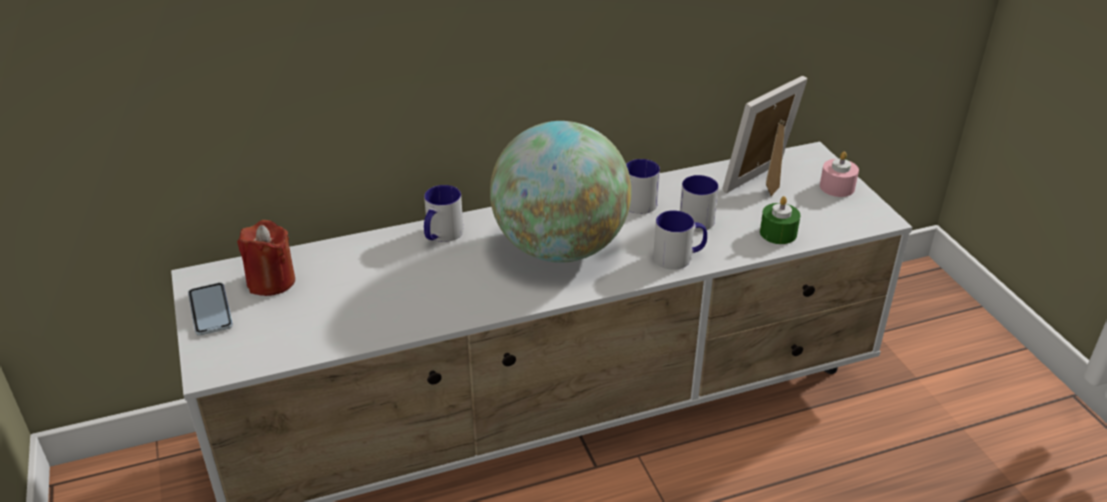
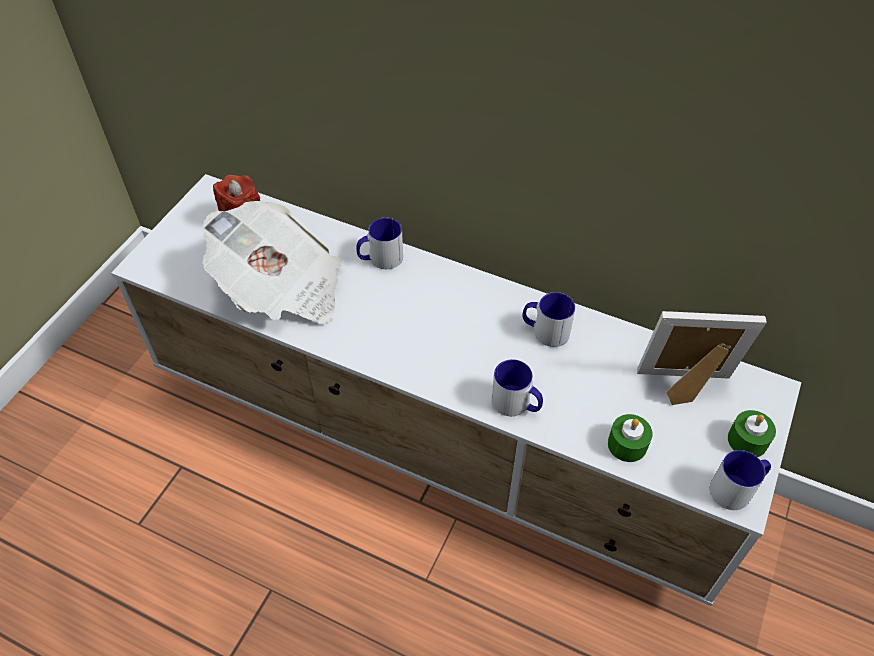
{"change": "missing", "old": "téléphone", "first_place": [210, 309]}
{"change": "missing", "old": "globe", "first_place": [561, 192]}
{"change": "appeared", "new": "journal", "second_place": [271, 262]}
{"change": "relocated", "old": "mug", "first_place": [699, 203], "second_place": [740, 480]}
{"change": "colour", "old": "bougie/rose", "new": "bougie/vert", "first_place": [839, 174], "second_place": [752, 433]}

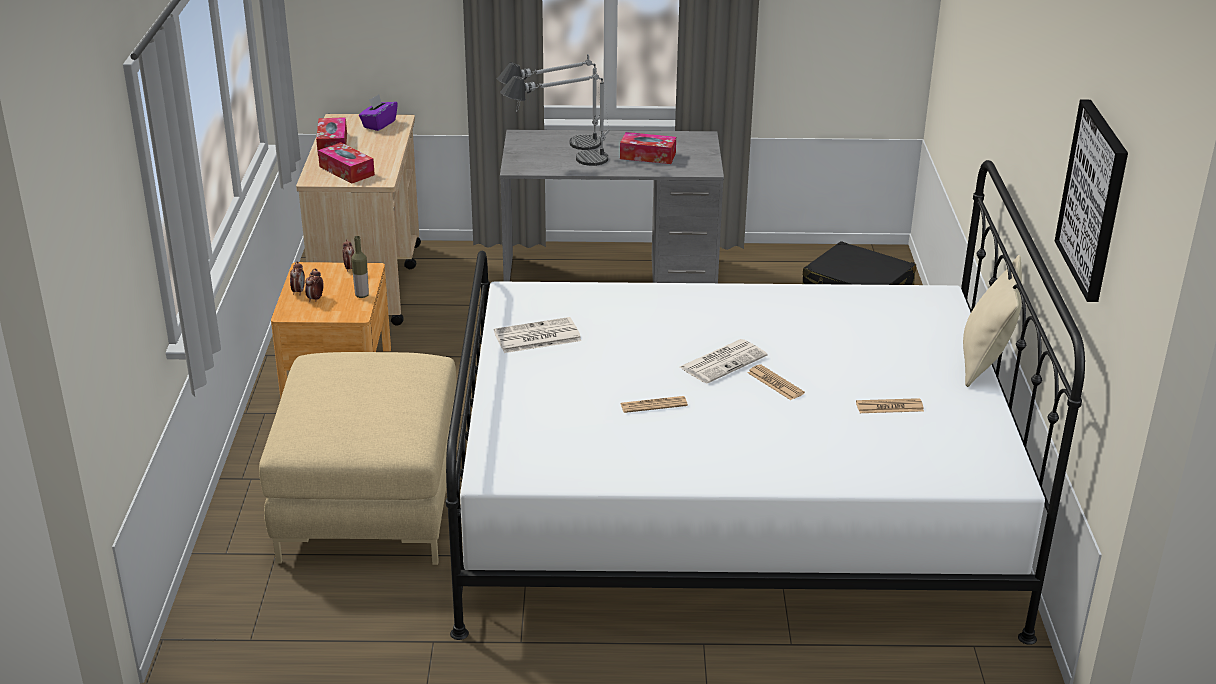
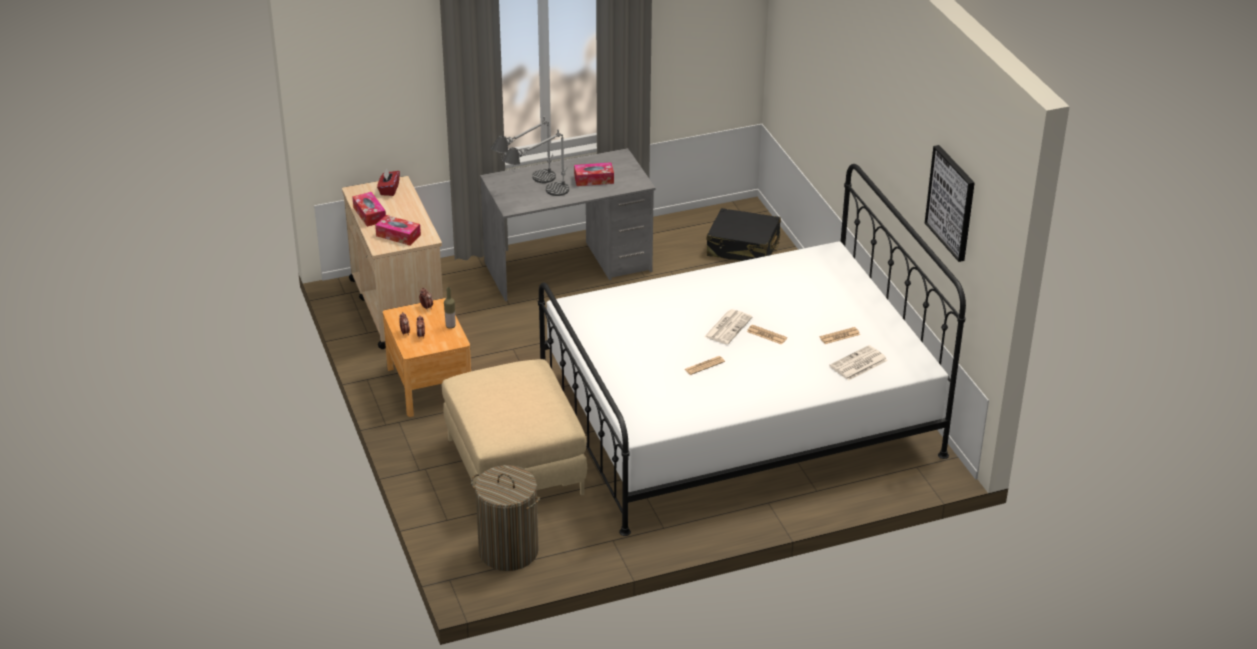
{"change": "missing", "old": "coussin/beige", "first_place": [992, 321]}
{"change": "appeared", "new": "panier à linge", "second_place": [505, 518]}
{"change": "relocated", "old": "journal", "first_place": [537, 335], "second_place": [858, 362]}
{"change": "colour", "old": "boîte à mouchoirs/violet", "new": "boîte à mouchoirs/rouge", "first_place": [378, 113], "second_place": [388, 182]}

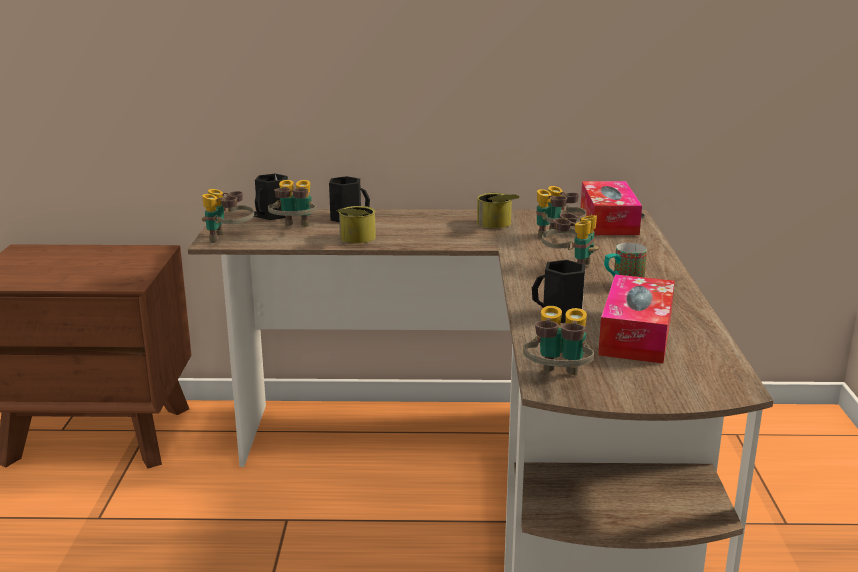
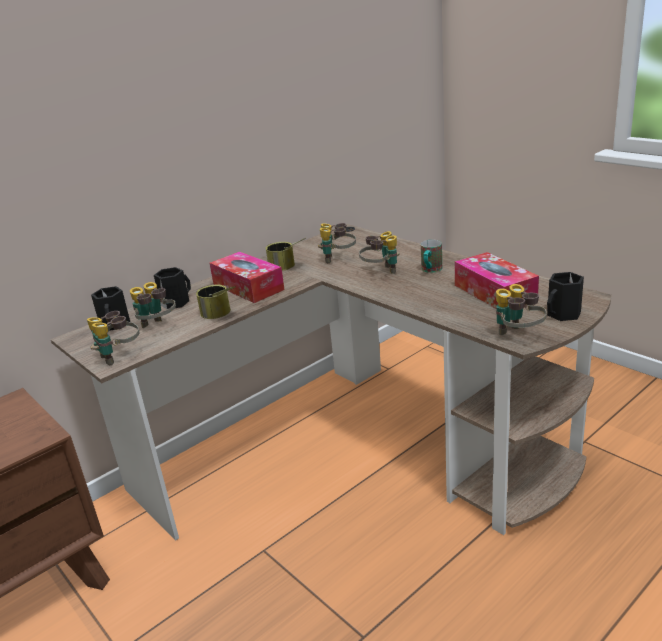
{"change": "relocated", "old": "mug/noir", "first_place": [559, 291], "second_place": [565, 296]}
{"change": "relocated", "old": "boîte à mouchoirs", "first_place": [611, 208], "second_place": [247, 277]}

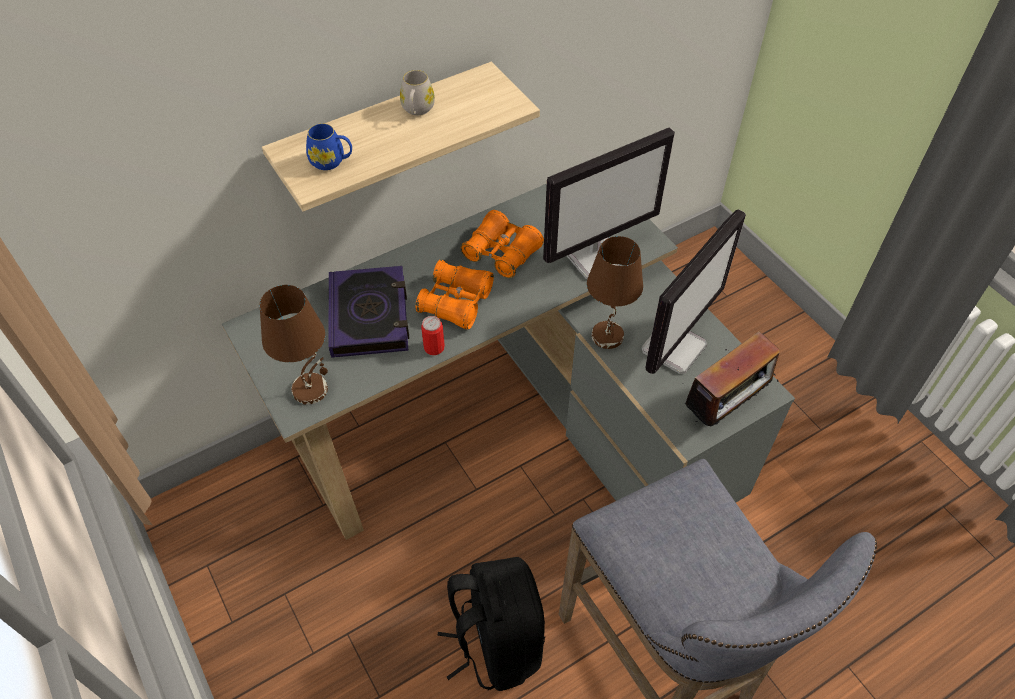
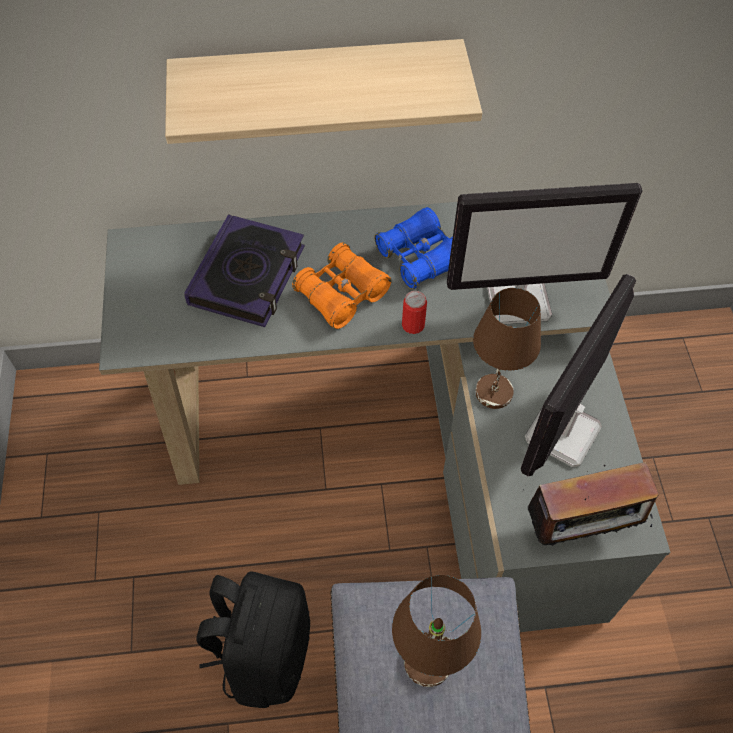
{"change": "missing", "old": "mug/bleu", "first_place": [329, 146]}
{"change": "missing", "old": "mug/blanc", "first_place": [417, 92]}
{"change": "relocated", "old": "lampe de table/marron", "first_place": [294, 345], "second_place": [436, 631]}
{"change": "relocated", "old": "boîte métallique", "first_place": [433, 335], "second_place": [414, 312]}
{"change": "colour", "old": "jumelles/orange", "new": "jumelles/bleu", "first_place": [502, 244], "second_place": [413, 248]}
{"change": "spun", "old": "écran d'ordinateur", "first_place": [694, 291], "second_place": [578, 375], "degrees": 150}

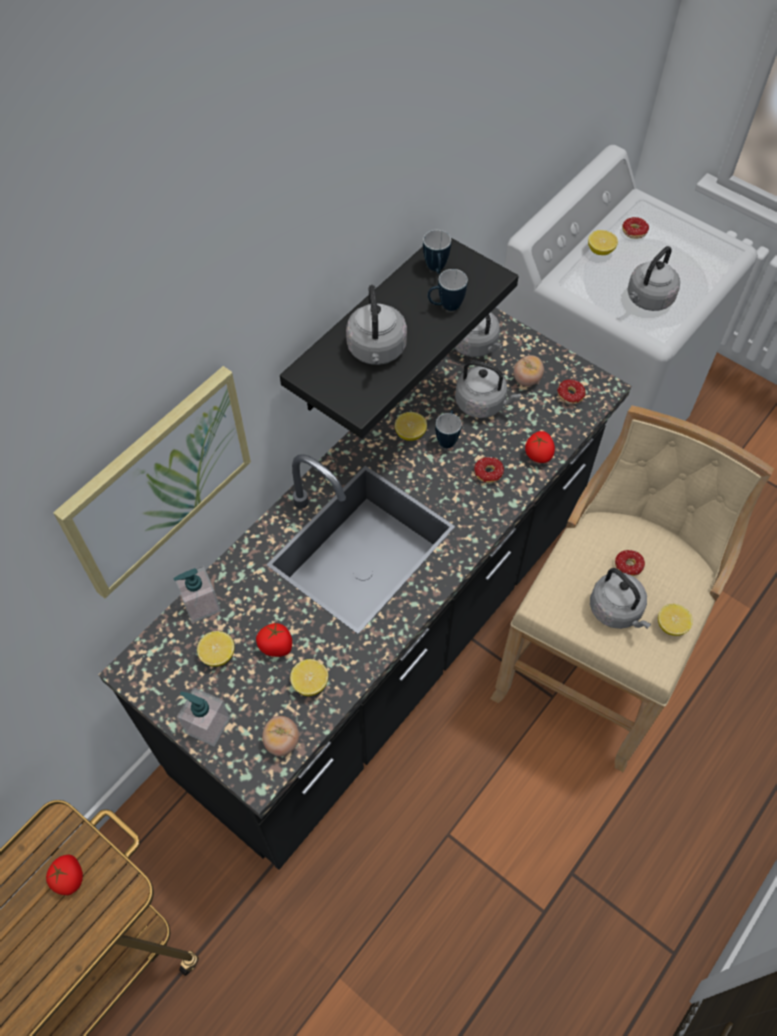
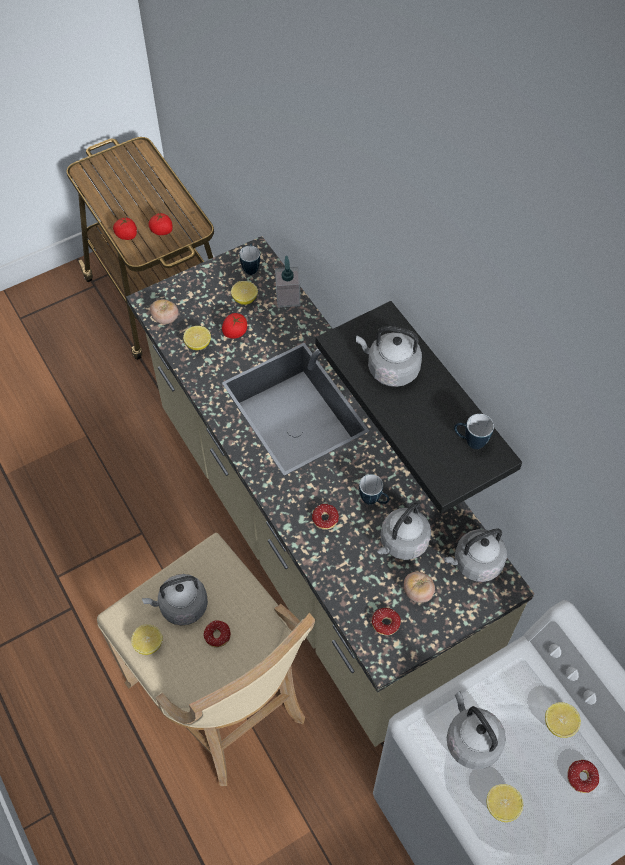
{"change": "missing", "old": "tableau", "first_place": [152, 482]}
{"change": "missing", "old": "distributeur de savon", "first_place": [203, 717]}
{"change": "relocated", "old": "citron", "first_place": [411, 426], "second_place": [505, 803]}
{"change": "relocated", "old": "mug", "first_place": [448, 290], "second_place": [249, 259]}
{"change": "relocated", "old": "tomate", "first_place": [540, 447], "second_place": [125, 228]}
{"change": "colour", "old": "comptoir de cuisine/noir", "new": "comptoir de cuisine/beige", "first_place": [365, 589], "second_place": [330, 491]}

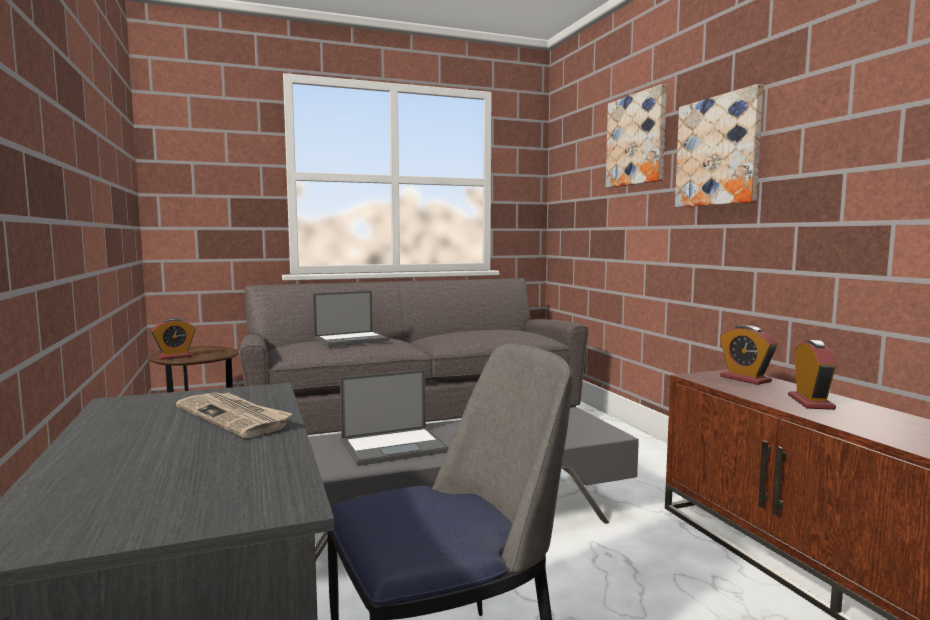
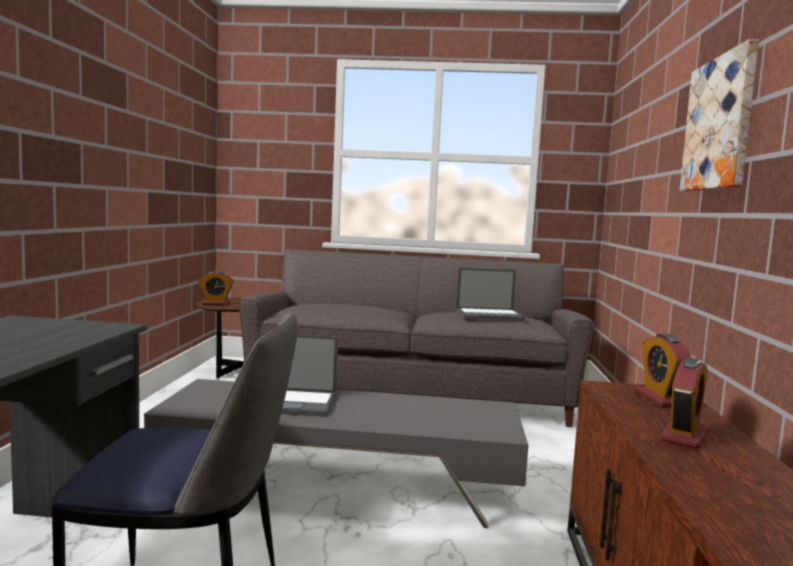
{"change": "missing", "old": "journal", "first_place": [234, 415]}
{"change": "missing", "old": "tableau", "first_place": [636, 136]}
{"change": "relocated", "old": "ordinateur portable", "first_place": [351, 319], "second_place": [490, 294]}

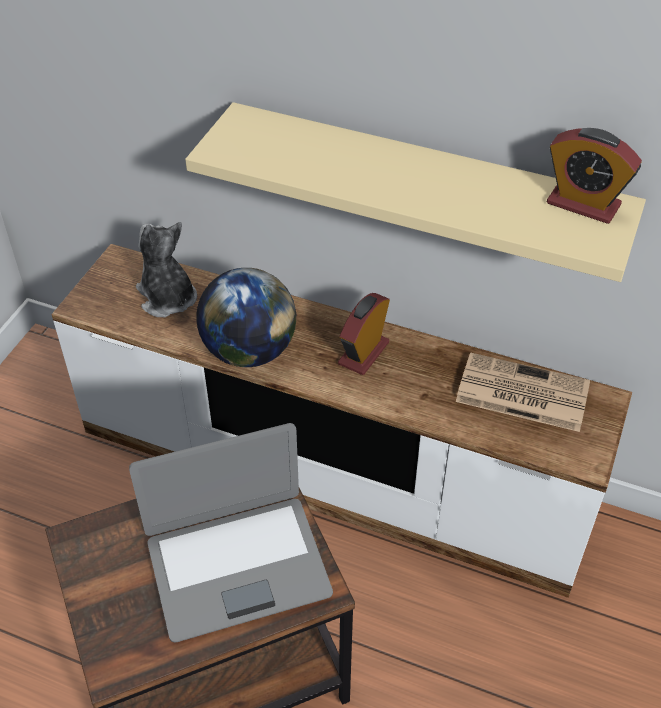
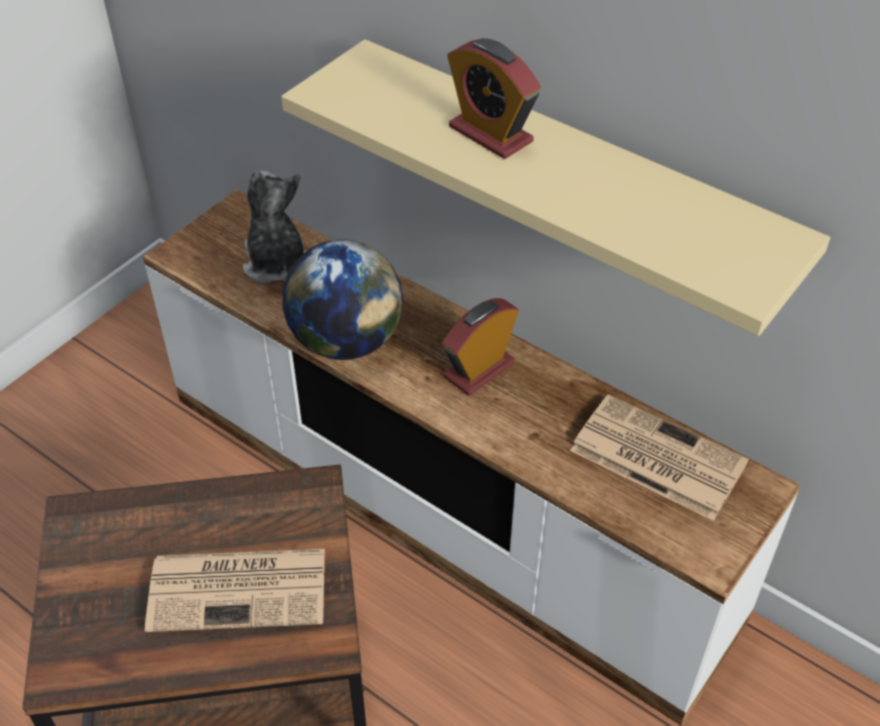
{"change": "relocated", "old": "réveil", "first_place": [594, 176], "second_place": [494, 98]}
{"change": "exchanged", "old": "ordinateur portable", "new": "journal", "first_place": [231, 532], "second_place": [235, 590]}

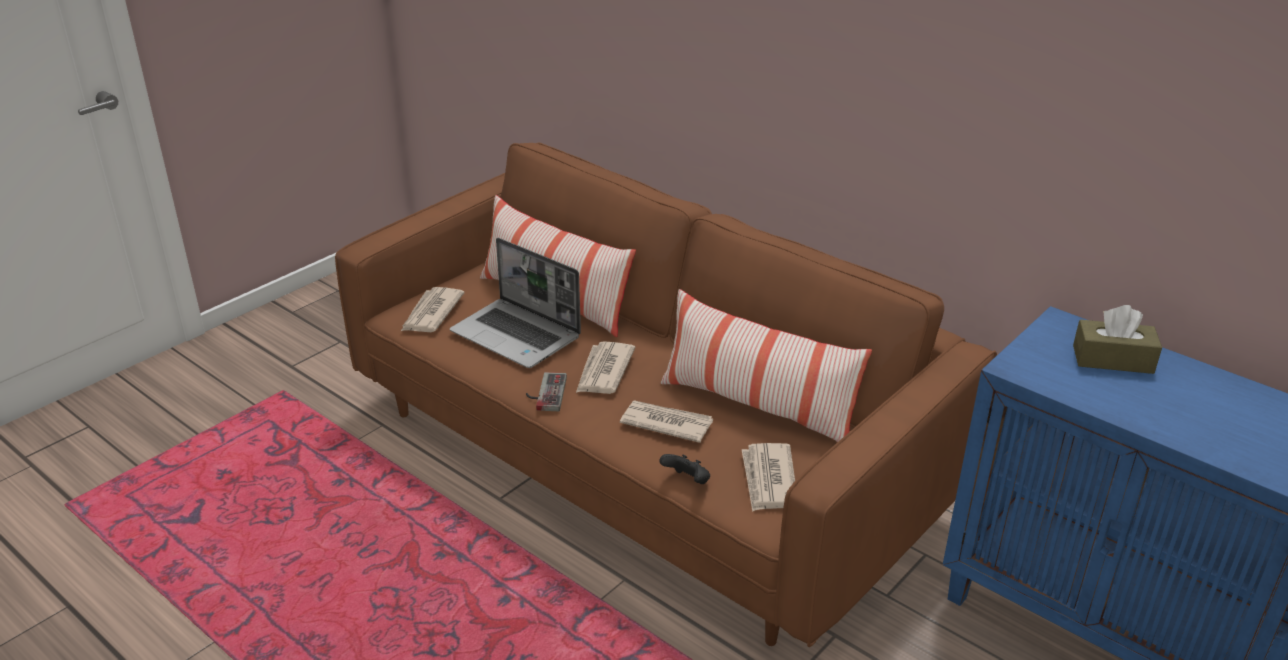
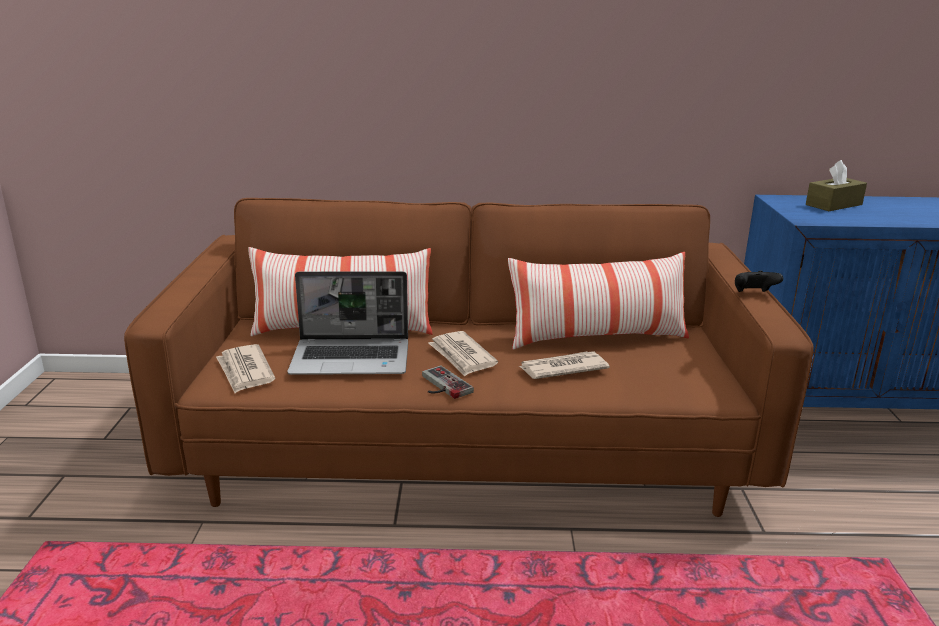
{"change": "missing", "old": "journal", "first_place": [768, 477]}
{"change": "relocated", "old": "manette/noir", "first_place": [685, 469], "second_place": [759, 281]}

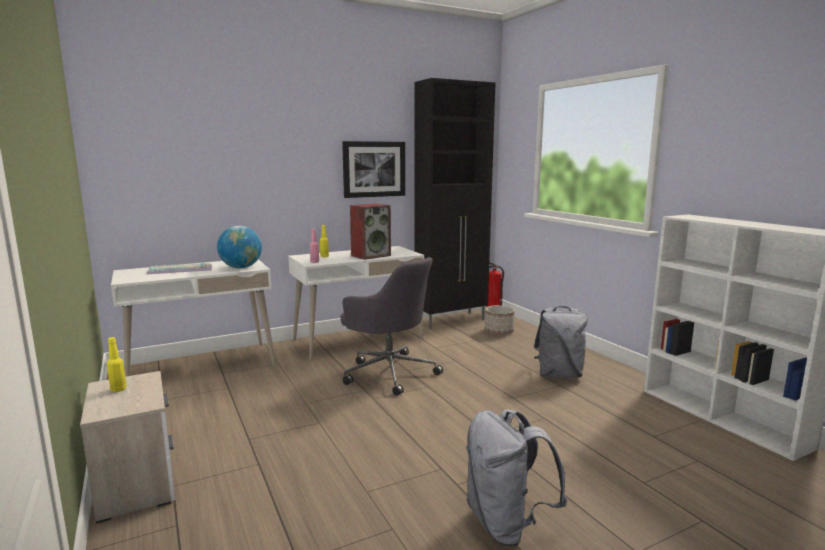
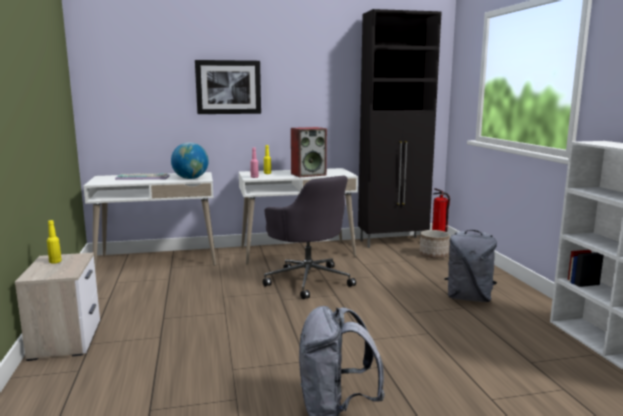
{"change": "relocated", "old": "tableau", "first_place": [373, 169], "second_place": [228, 87]}

